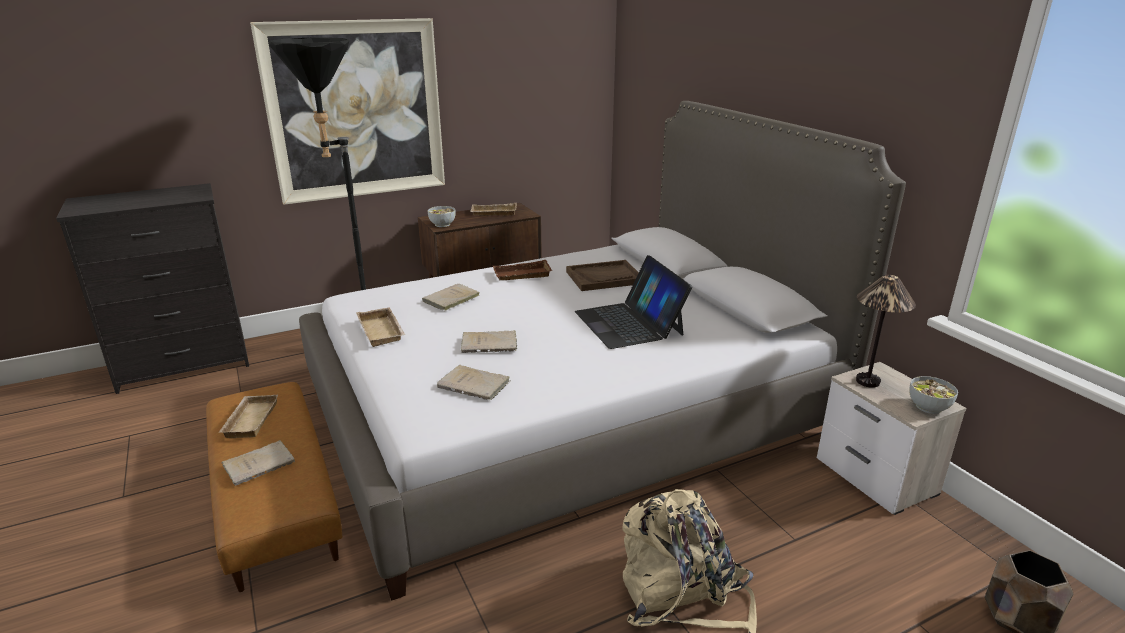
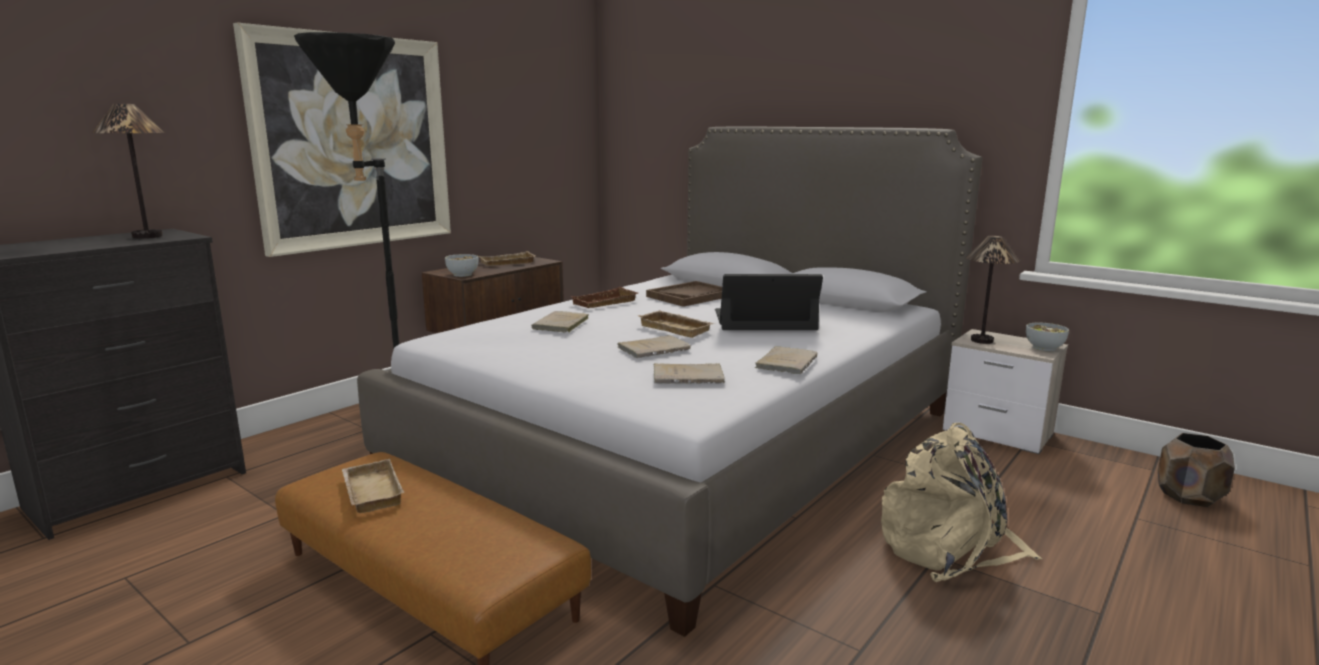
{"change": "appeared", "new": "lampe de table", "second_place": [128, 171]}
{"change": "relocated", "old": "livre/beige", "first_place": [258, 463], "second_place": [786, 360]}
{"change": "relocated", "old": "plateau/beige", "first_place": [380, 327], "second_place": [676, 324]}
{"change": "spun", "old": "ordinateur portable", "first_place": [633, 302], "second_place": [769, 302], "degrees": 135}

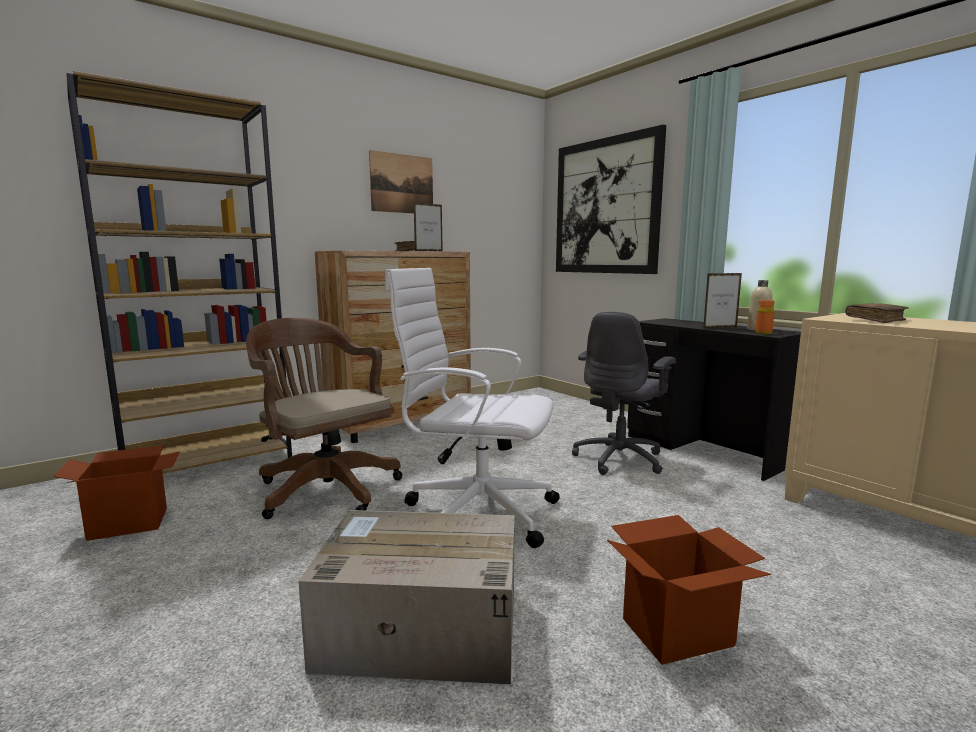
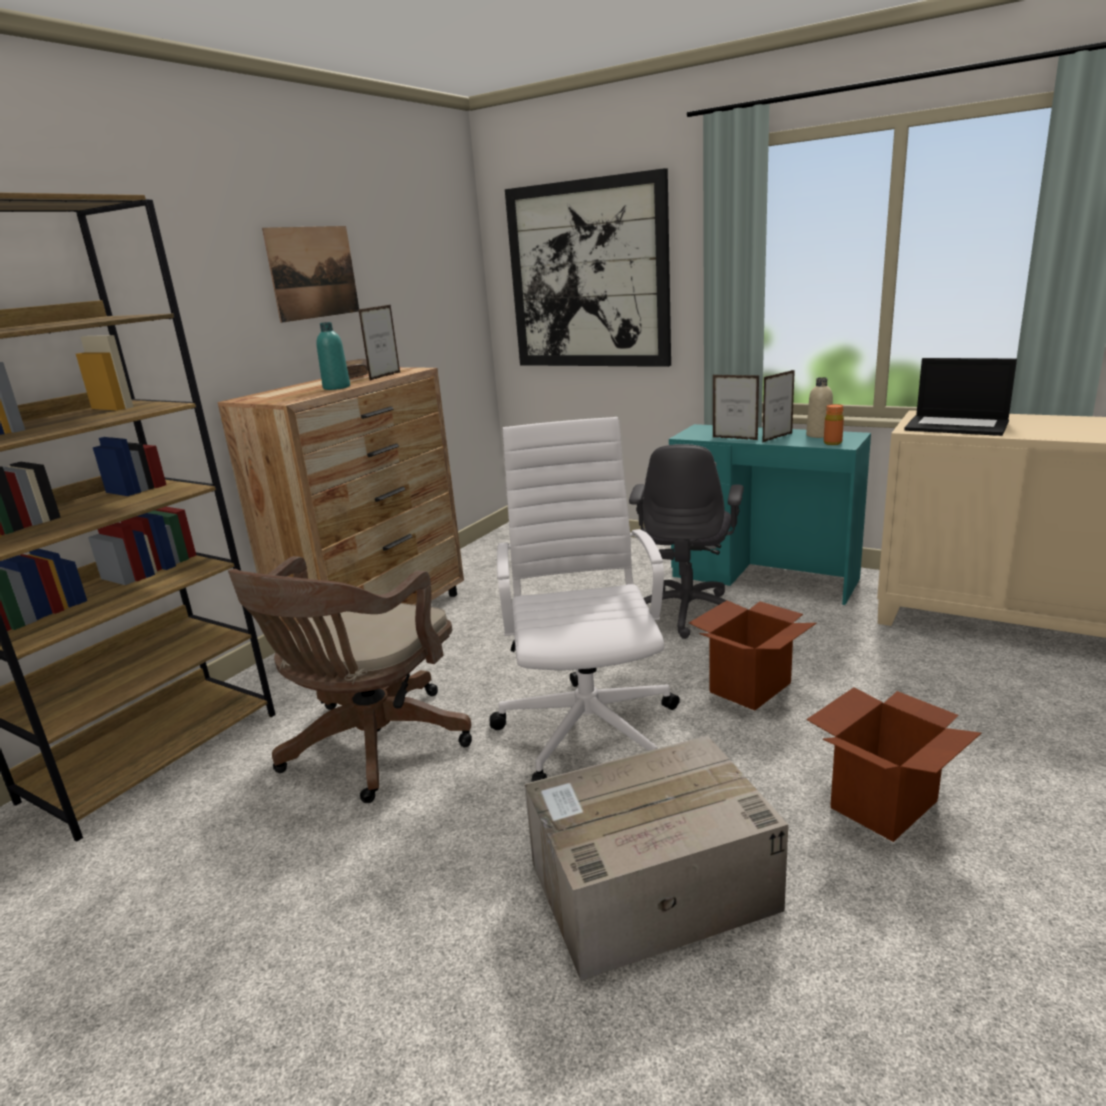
{"change": "appeared", "new": "bouteille/turquoise", "second_place": [333, 356]}
{"change": "appeared", "new": "cadre photo", "second_place": [736, 407]}
{"change": "relocated", "old": "carton", "first_place": [116, 493], "second_place": [753, 655]}
{"change": "exchanged", "old": "livre/marron", "new": "ordinateur portable", "first_place": [877, 313], "second_place": [960, 397]}
{"change": "colour", "old": "bureau/noir", "new": "bureau/turquoise", "first_place": [714, 399], "second_place": [770, 514]}
{"change": "spun", "old": "chaise de bureau/marron", "first_place": [324, 418], "second_place": [350, 679], "degrees": -90}
{"change": "spun", "old": "chaise de bureau/blanc", "first_place": [472, 408], "second_place": [585, 599], "degrees": 90}

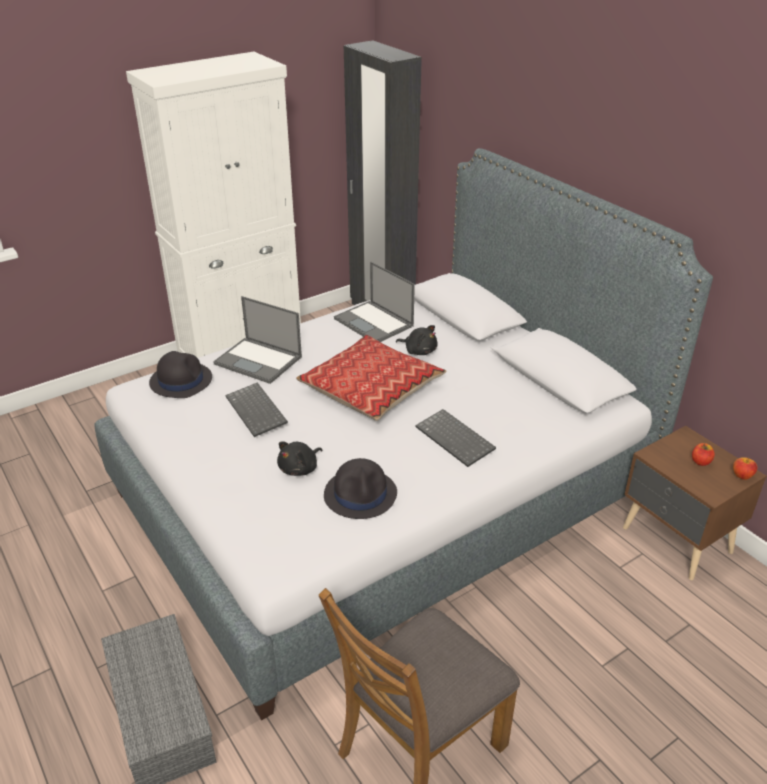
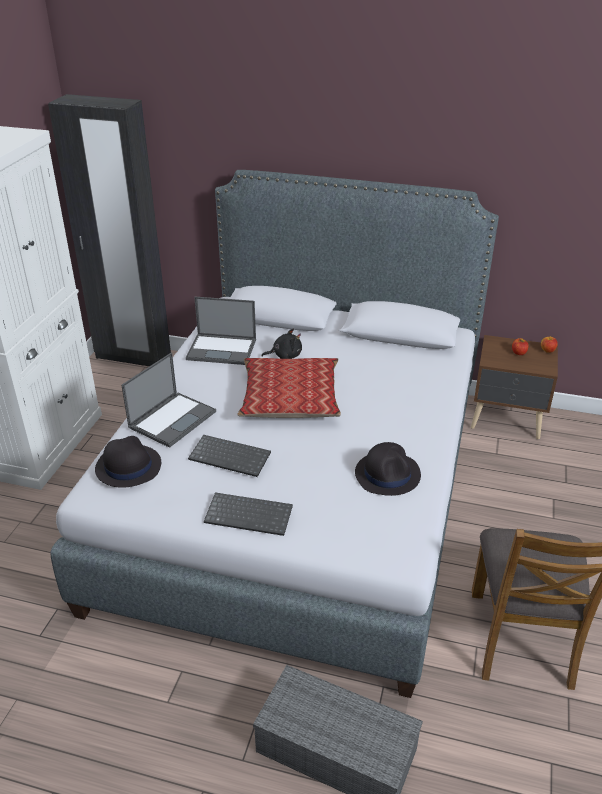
{"change": "missing", "old": "peluche/noir", "first_place": [299, 458]}
{"change": "relocated", "old": "clavier", "first_place": [455, 438], "second_place": [248, 514]}
{"change": "spun", "old": "ordinateur portable", "first_place": [257, 340], "second_place": [168, 400], "degrees": -45}

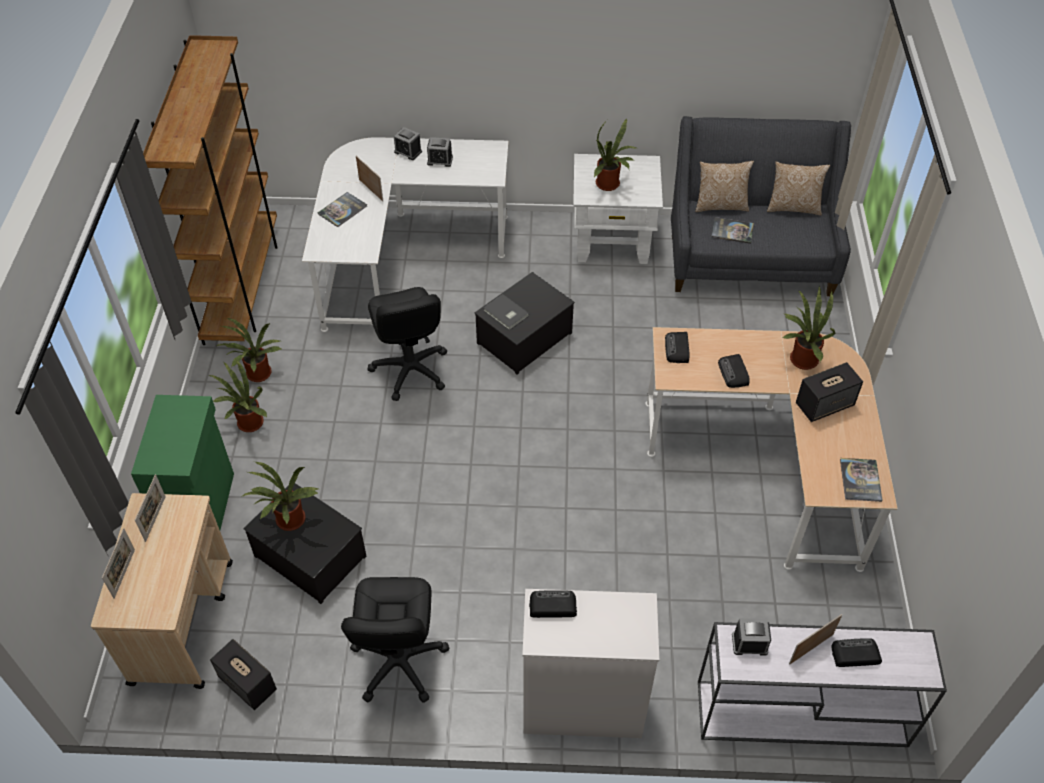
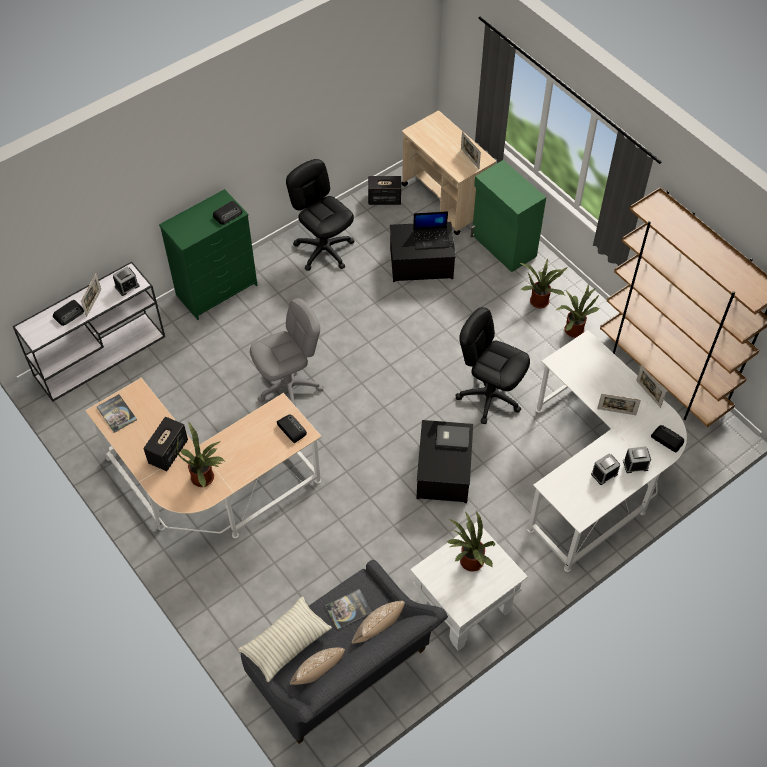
{"change": "missing", "old": "livre", "first_place": [342, 209]}
{"change": "appeared", "new": "coussin", "second_place": [285, 639]}
{"change": "appeared", "new": "chaise de bureau/gris", "second_place": [286, 351]}
{"change": "relocated", "old": "cadre photo", "first_place": [118, 563], "second_place": [651, 386]}
{"change": "relocated", "old": "radio", "first_place": [734, 371], "second_place": [667, 439]}
{"change": "exchanged", "old": "plante en pot", "new": "ordinateur portable", "first_place": [280, 496], "second_place": [431, 230]}
{"change": "colour", "old": "commode/blanc", "new": "commode/vert", "first_place": [590, 663], "second_place": [208, 254]}

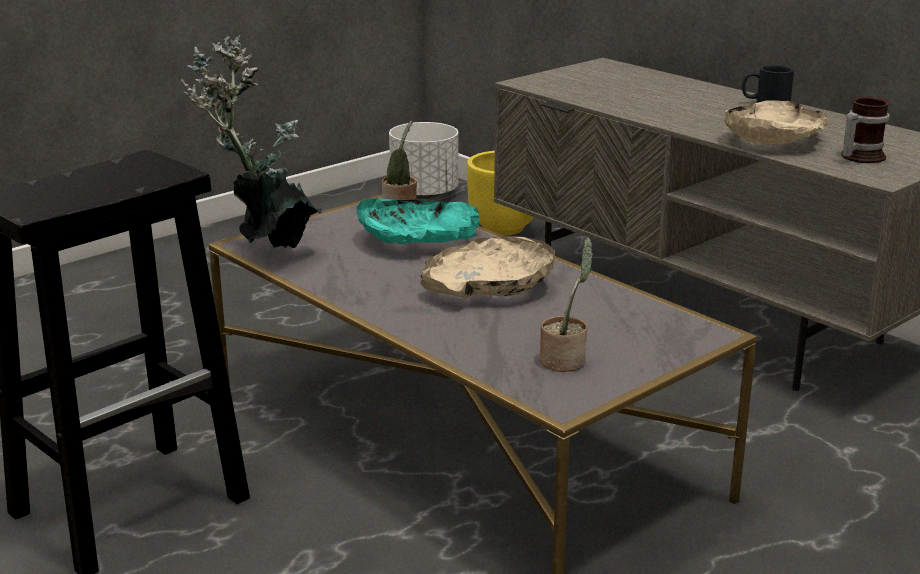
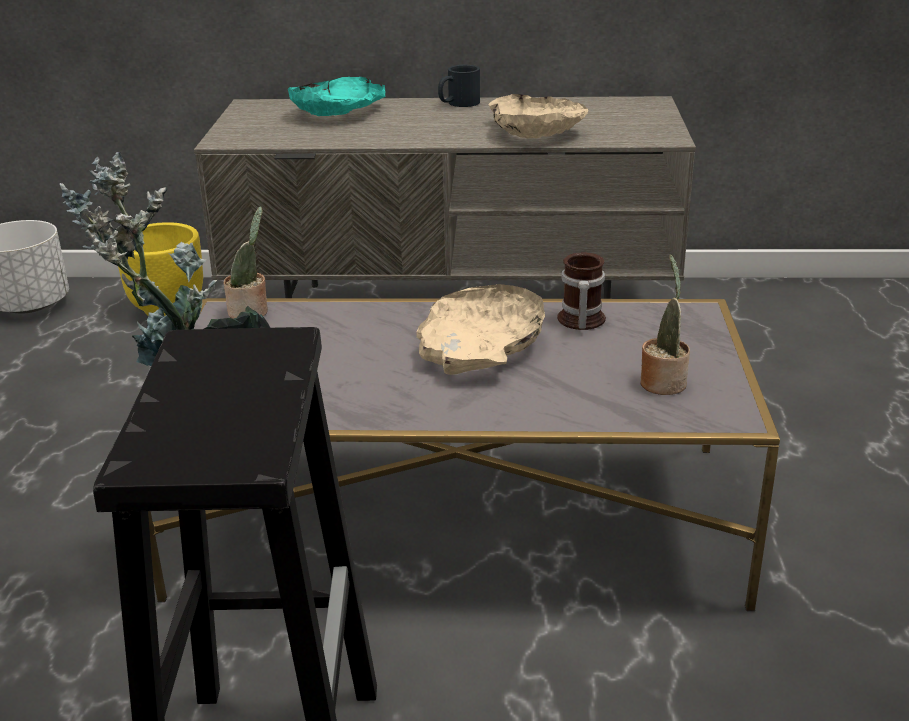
{"change": "relocated", "old": "bol/turquoise", "first_place": [418, 221], "second_place": [336, 96]}
{"change": "relocated", "old": "mug", "first_place": [865, 129], "second_place": [581, 291]}

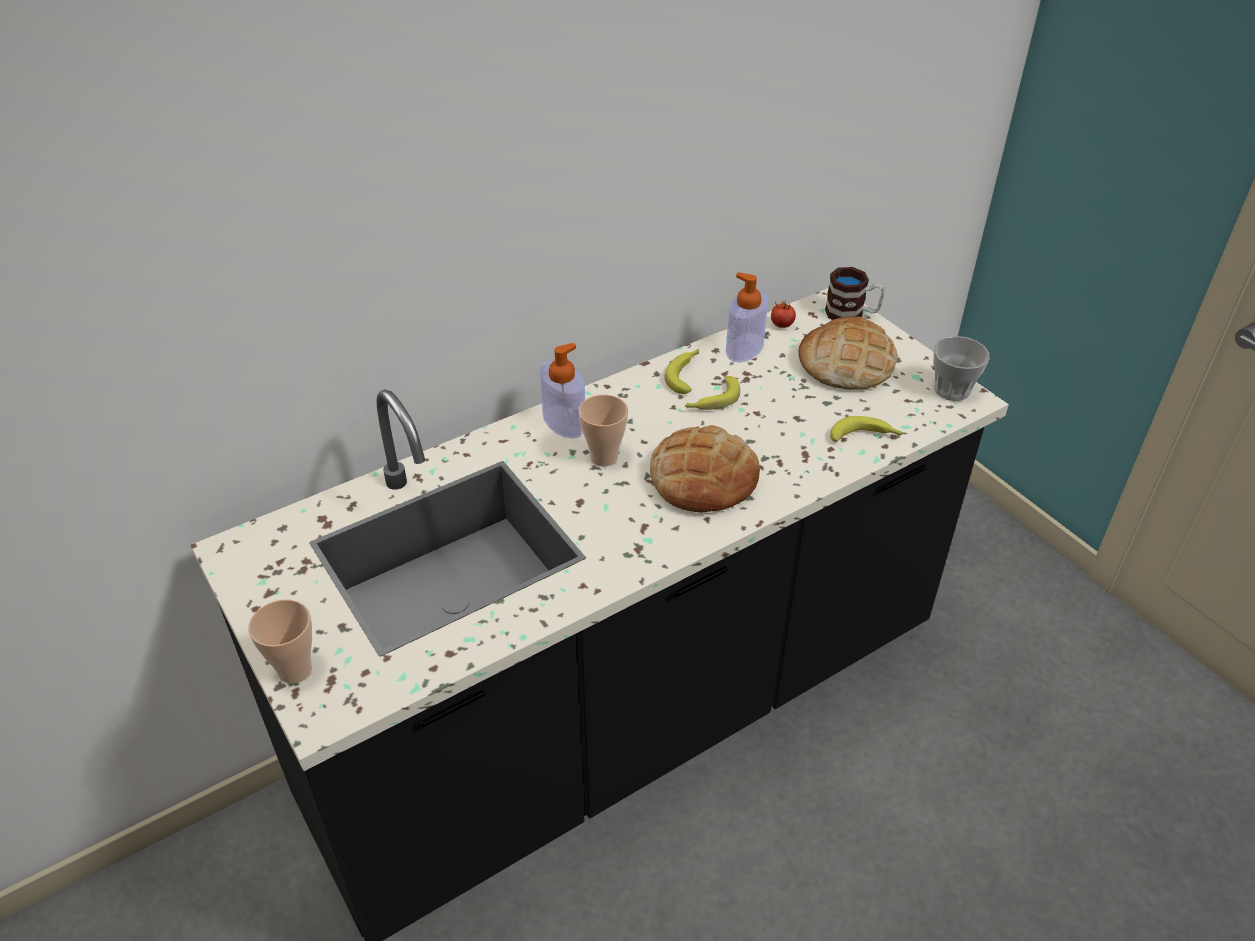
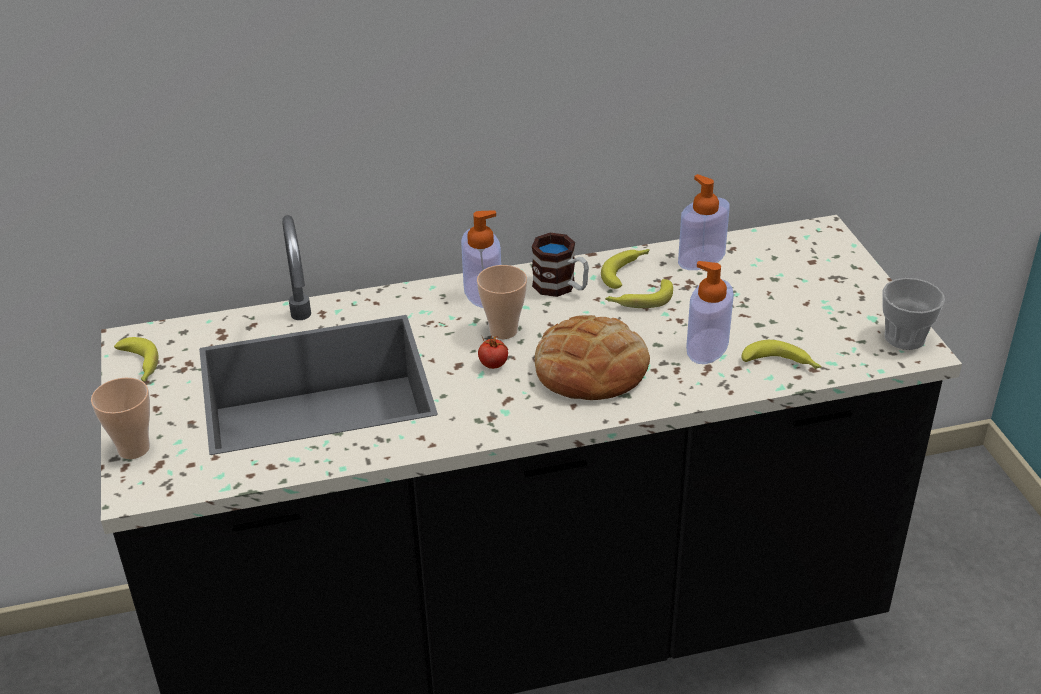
{"change": "missing", "old": "pain", "first_place": [848, 353]}
{"change": "appeared", "new": "banane", "second_place": [136, 359]}
{"change": "appeared", "new": "distributeur de savon", "second_place": [710, 312]}
{"change": "relocated", "old": "tomate", "first_place": [783, 314], "second_place": [493, 352]}
{"change": "relocated", "old": "mug", "first_place": [855, 293], "second_place": [560, 265]}

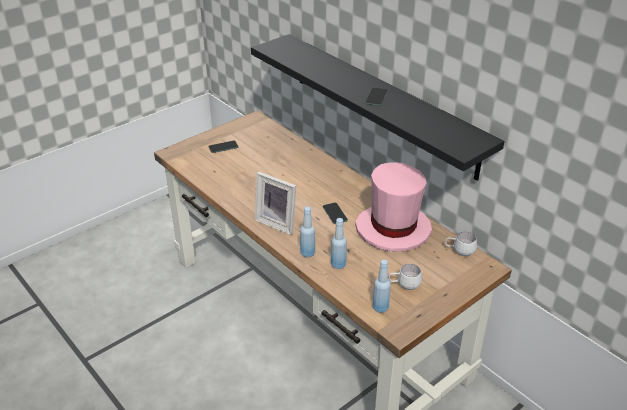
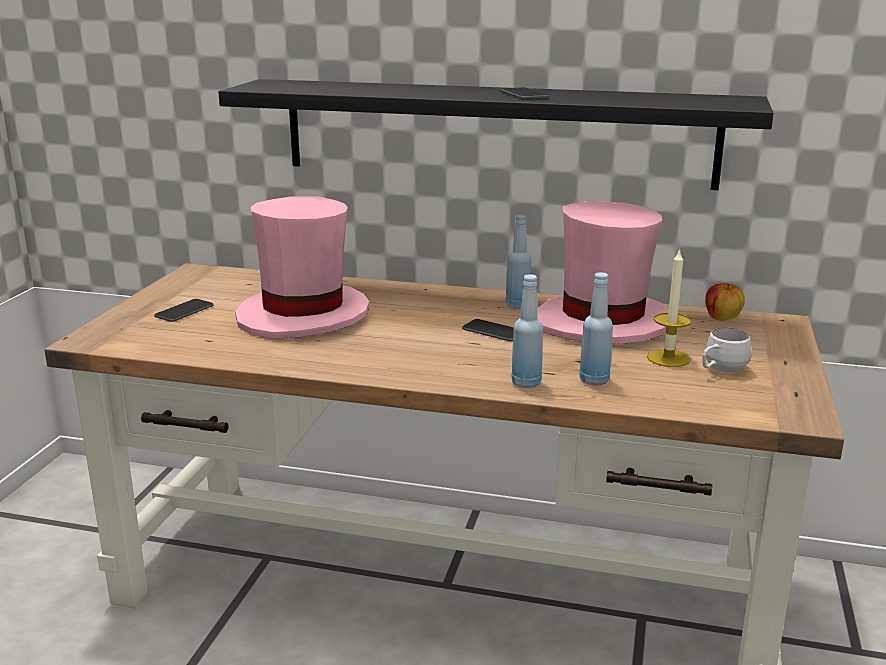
{"change": "missing", "old": "cadre photo", "first_place": [275, 203]}
{"change": "appeared", "new": "chapeau/rose", "second_place": [302, 267]}
{"change": "appeared", "new": "bougie", "second_place": [669, 307]}
{"change": "relocated", "old": "bouteille/bleu", "first_place": [381, 286], "second_place": [519, 261]}
{"change": "exchanged", "old": "mug/blanc", "new": "pomme", "first_place": [461, 243], "second_place": [725, 302]}

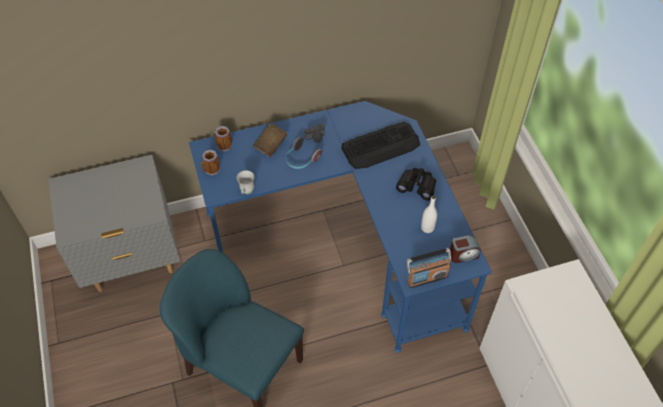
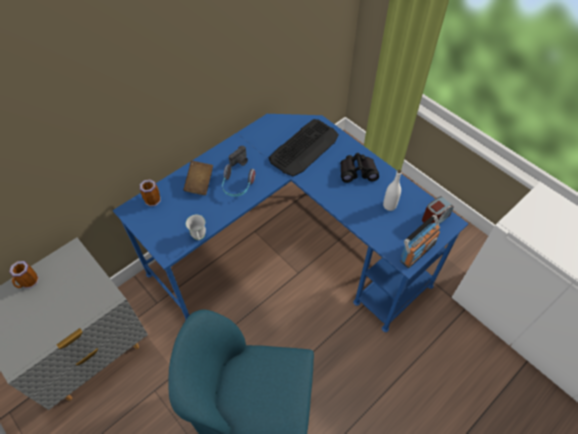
{"change": "relocated", "old": "mug", "first_place": [210, 162], "second_place": [24, 274]}

